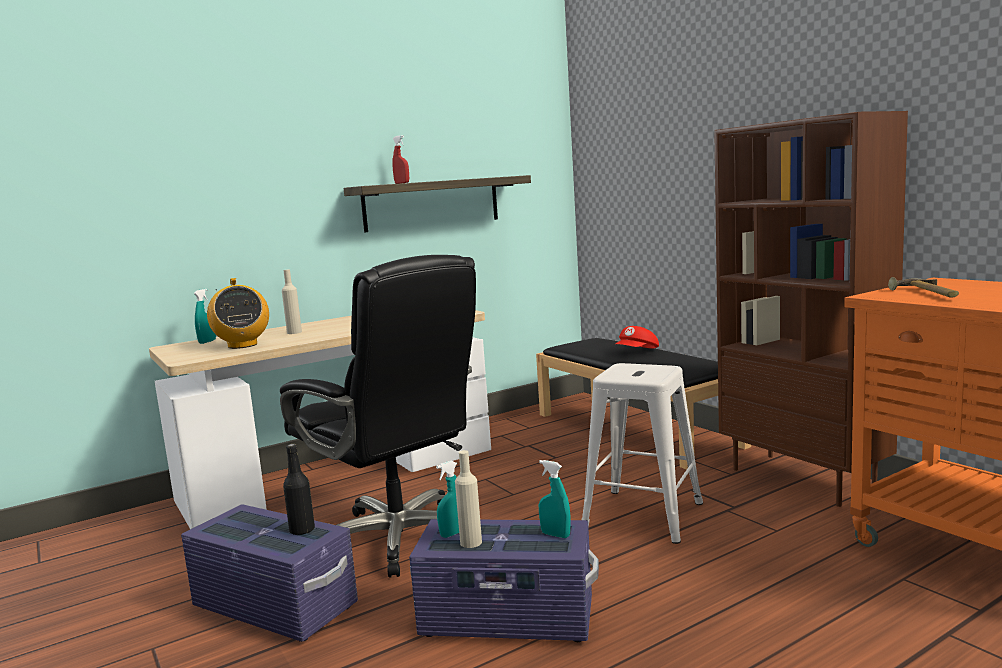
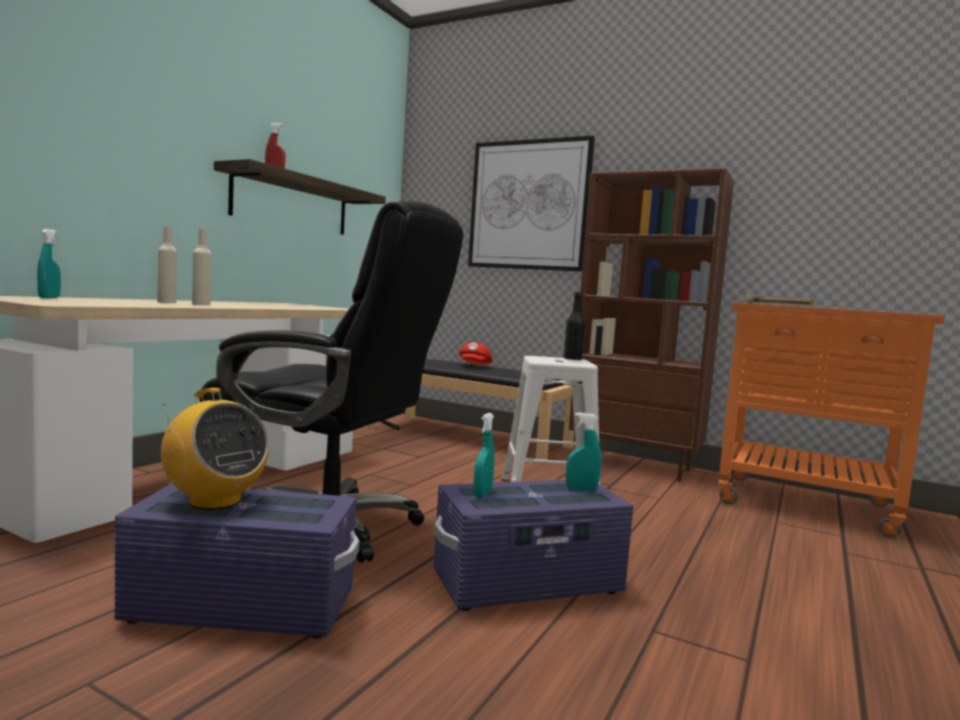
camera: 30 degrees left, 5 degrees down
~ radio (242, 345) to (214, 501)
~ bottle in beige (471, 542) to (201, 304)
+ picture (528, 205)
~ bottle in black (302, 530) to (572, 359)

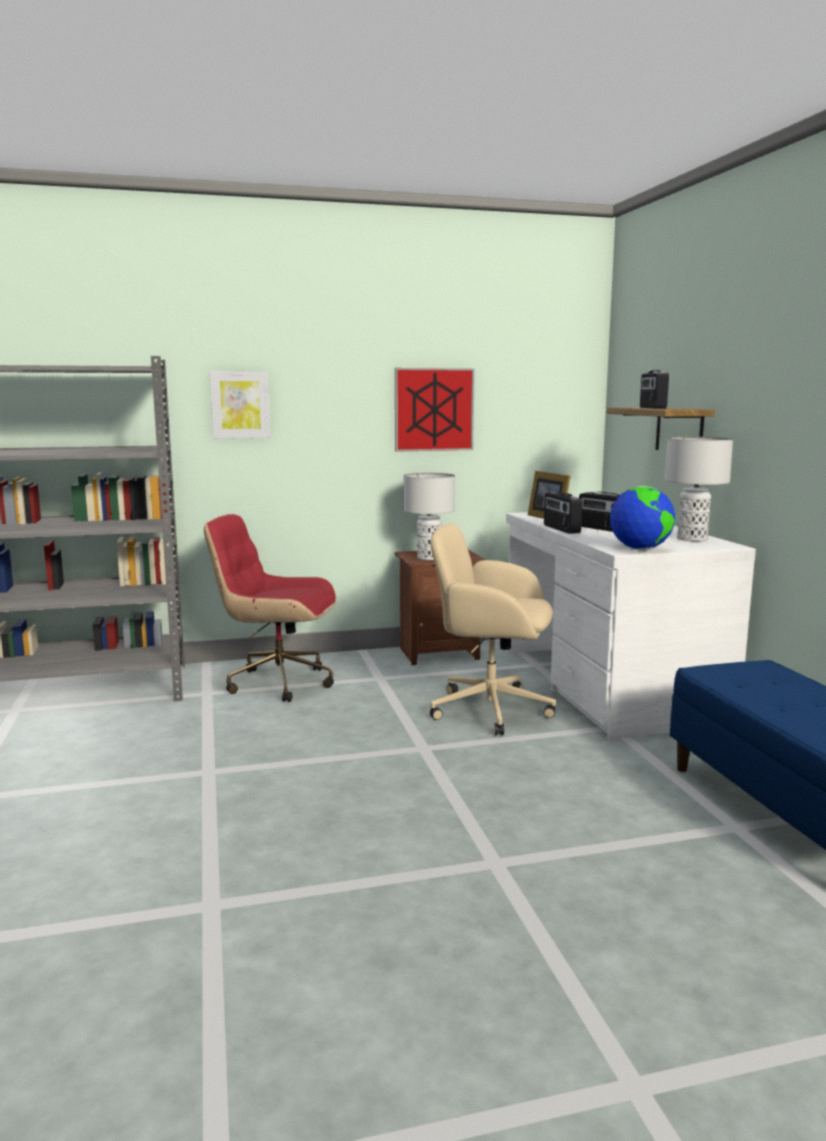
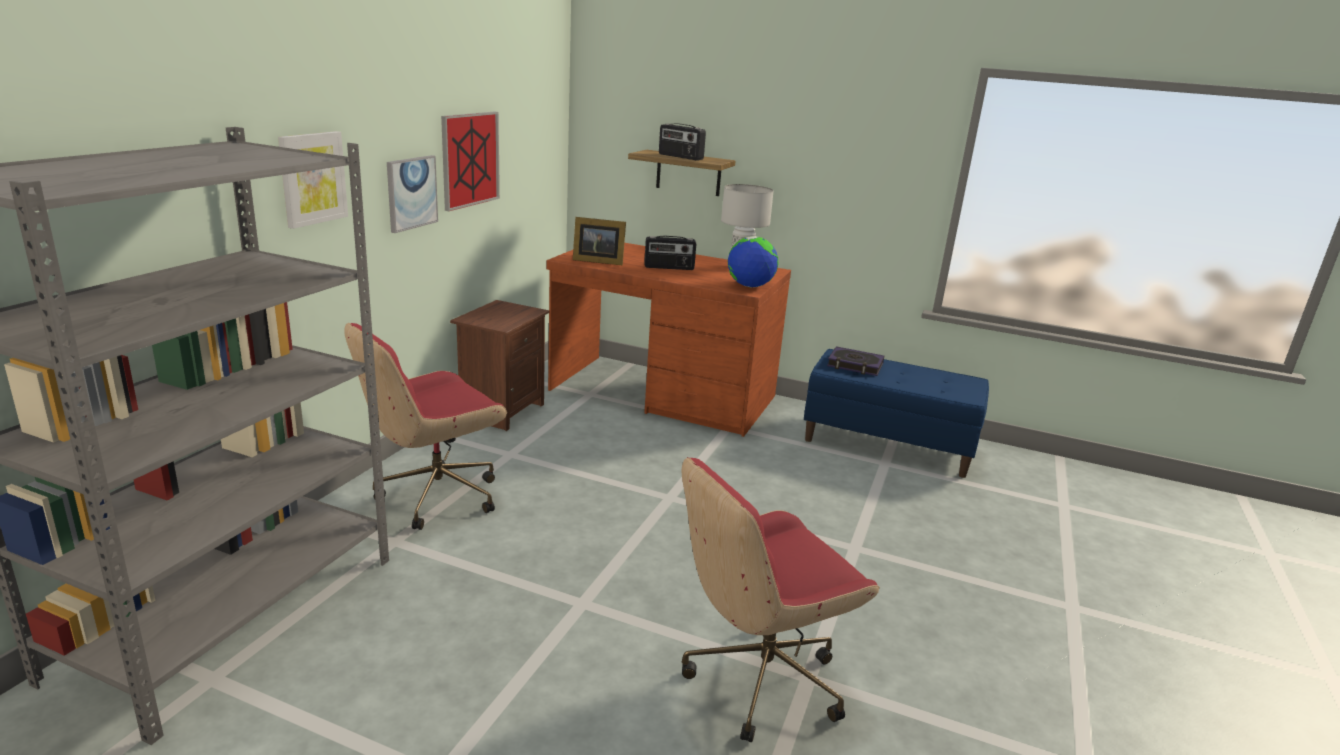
camera: 55 degrees left, 10 degrees up
+ picture (411, 193)
~ desk in white (607, 684) to desk in brown (663, 394)
+ office chair in red (759, 684)
+ book (855, 365)
- table lamp in white (428, 557)
- office chair in beige (490, 710)
- radio (561, 529)

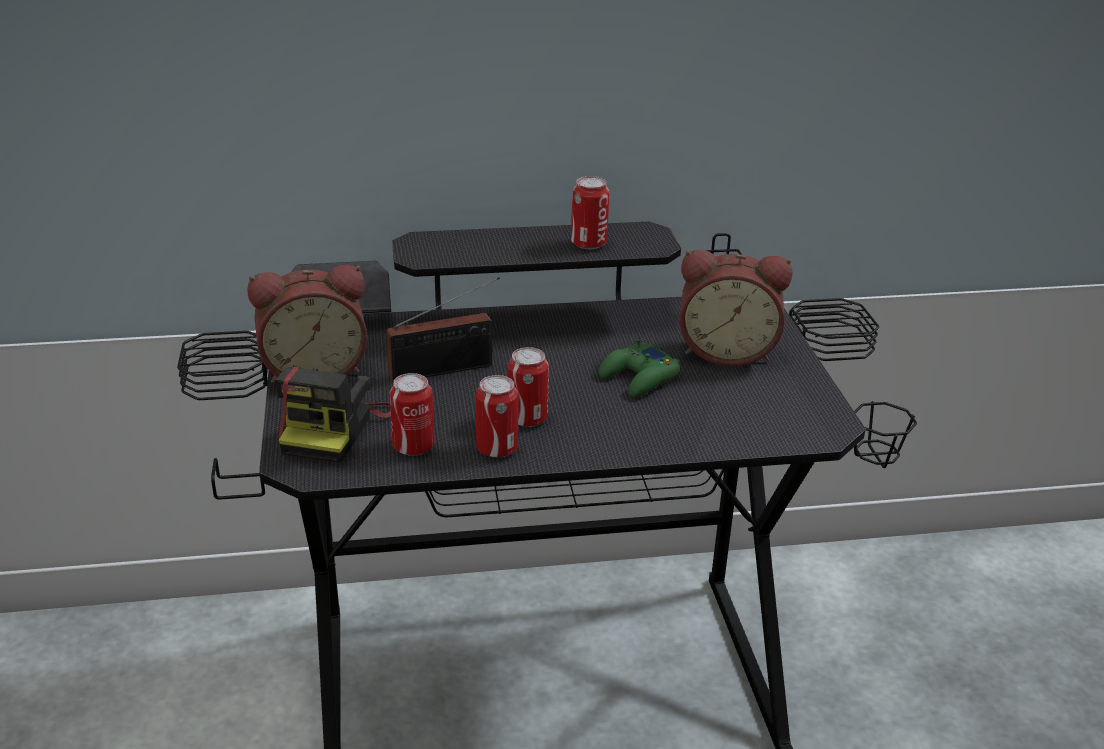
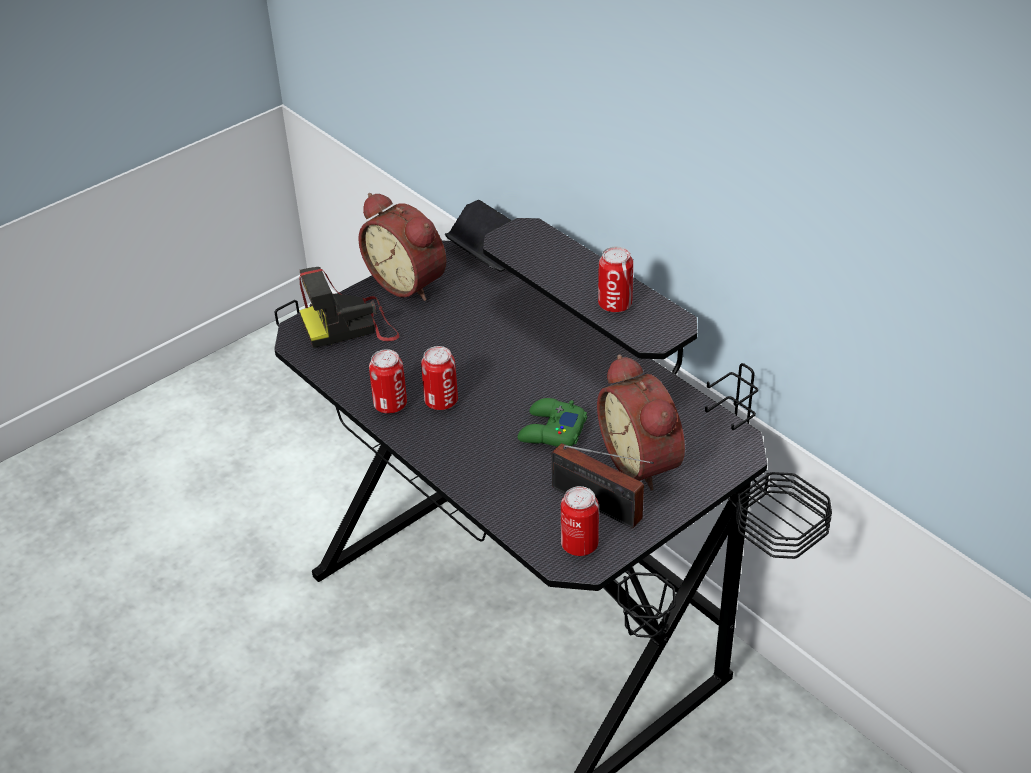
camera: 60 degrees right, 10 degrees up
~ radio (447, 369) to (601, 506)
~ can (413, 446) to (579, 544)

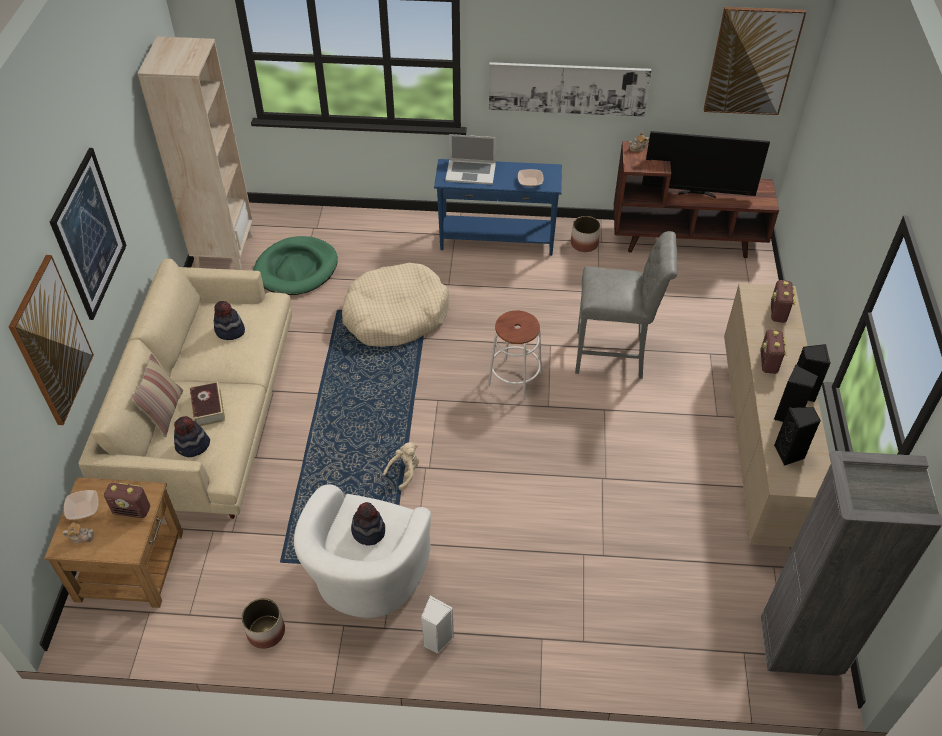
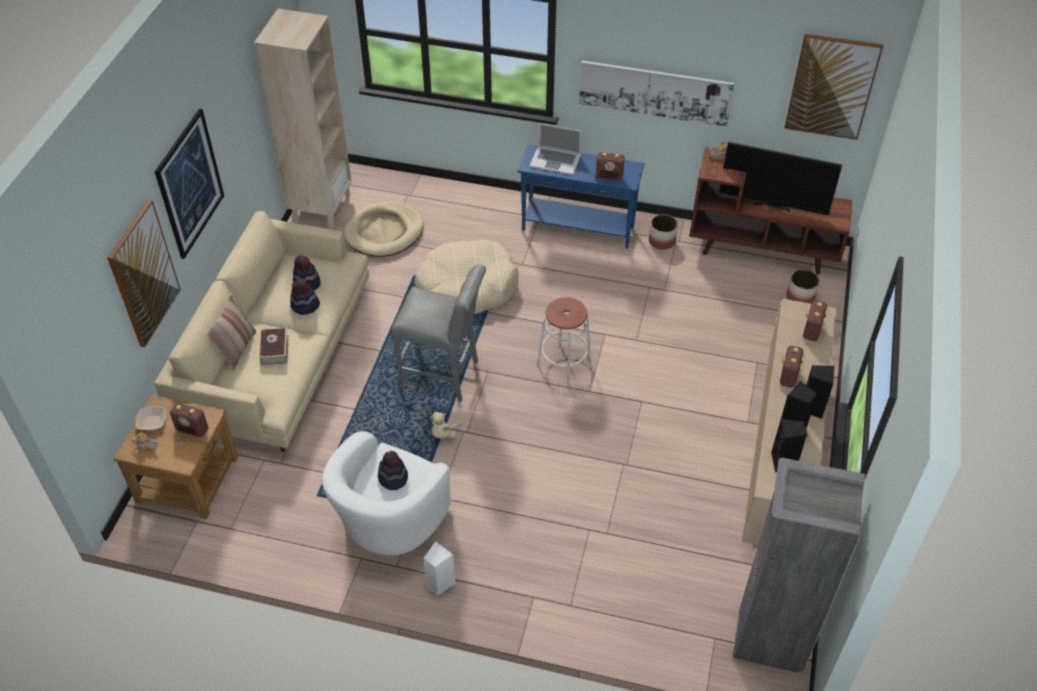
camera: 10 degrees right, 0 degrees up
~ hat (193, 446) to (305, 306)
~ dog bed in green (297, 269) to dog bed in beige (384, 232)
~ stool in grey (614, 355) to (443, 375)
~ plush toy in beige (405, 472) = (443, 432) 150 degrees clockwise
~ bowl (530, 182) to radio (609, 176)
~ planter (266, 632) to (800, 297)

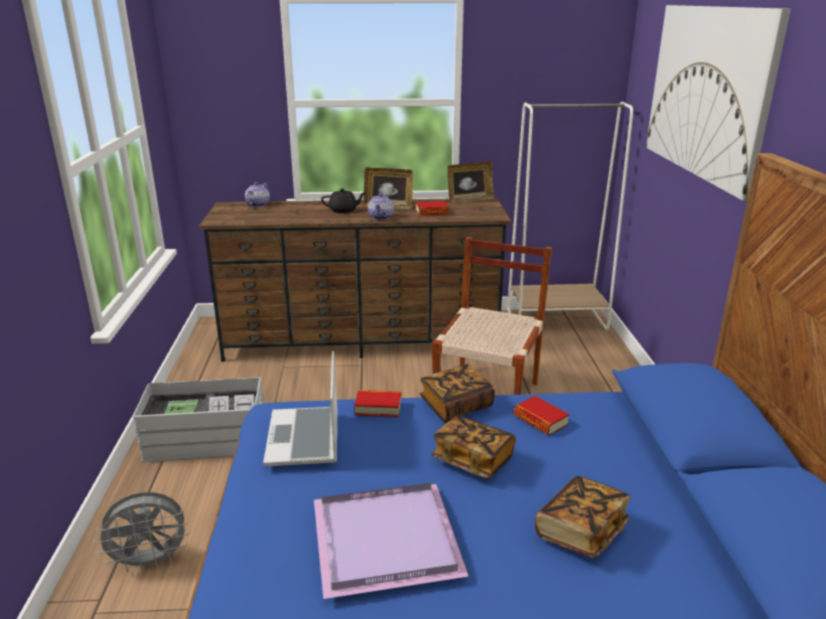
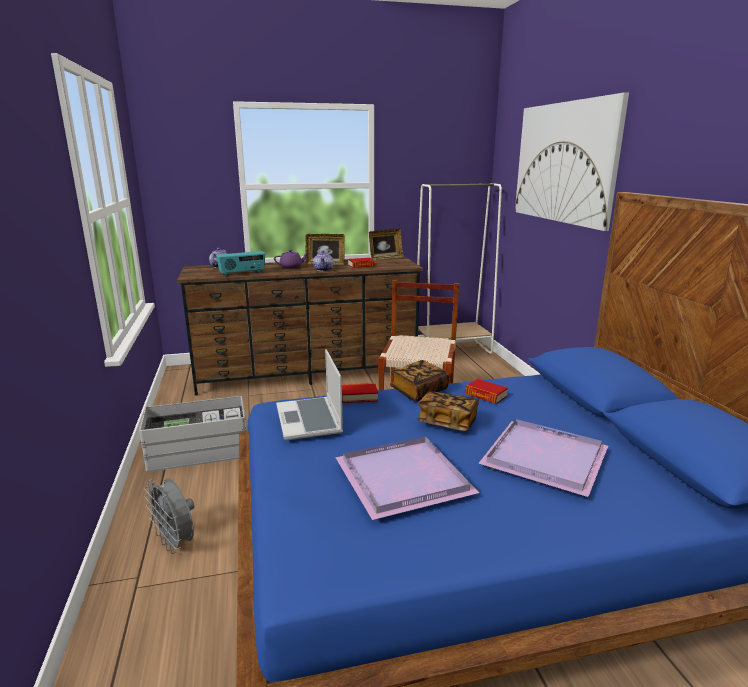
camera: 10 degrees left, 5 degrees down
~ fan in grey (151, 561) = (176, 543) 75 degrees clockwise
+ radio (242, 274)
~ teapot in black (343, 210) to teapot in purple (291, 267)
~ book (580, 531) to tray in purple (547, 458)

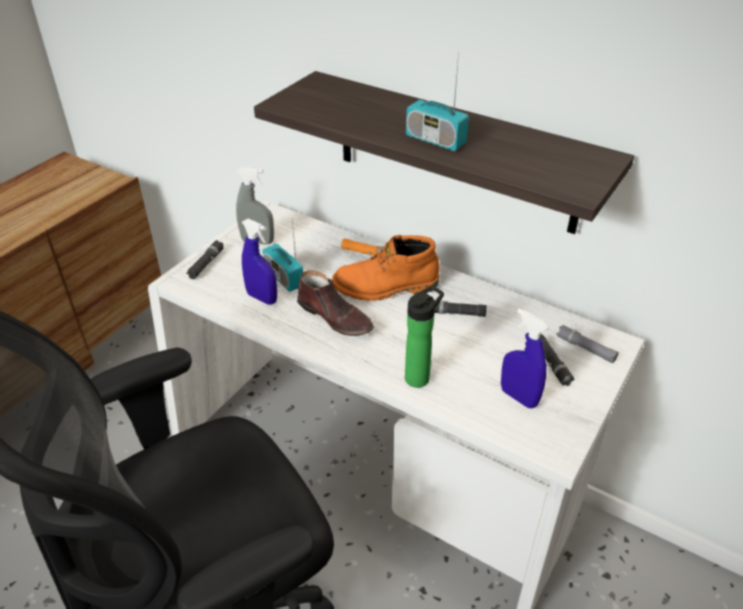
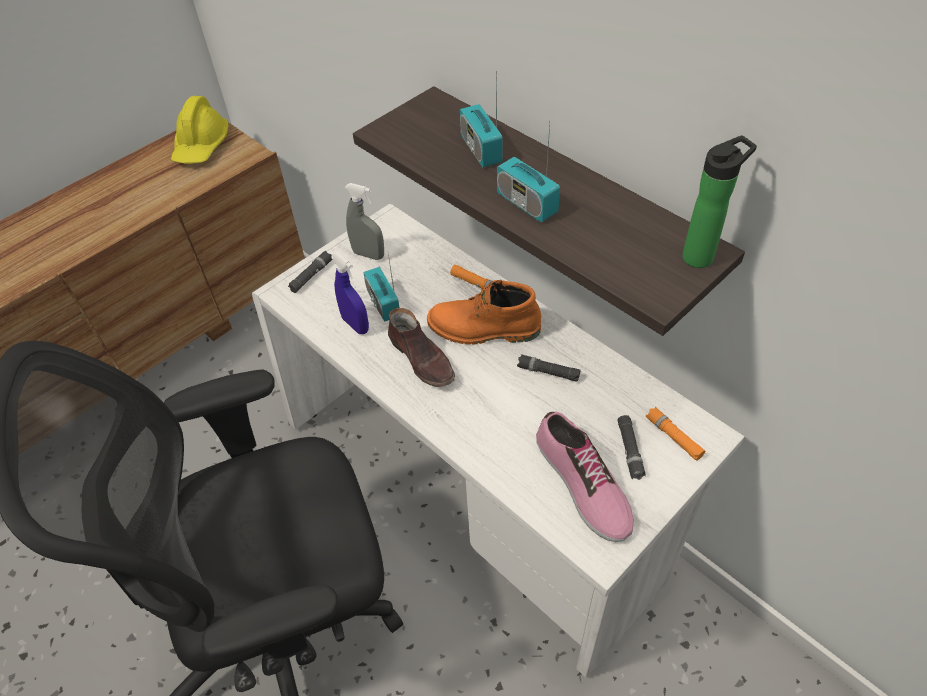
camera: 15 degrees right, 10 degrees up
+ hard hat in yellow (202, 146)
+ radio (481, 150)
~ spray bottle in blue (518, 397) to shoe (581, 484)
~ flashlight in grey (585, 348) to flashlight in orange (673, 437)
~ bottle (420, 377) to (701, 256)

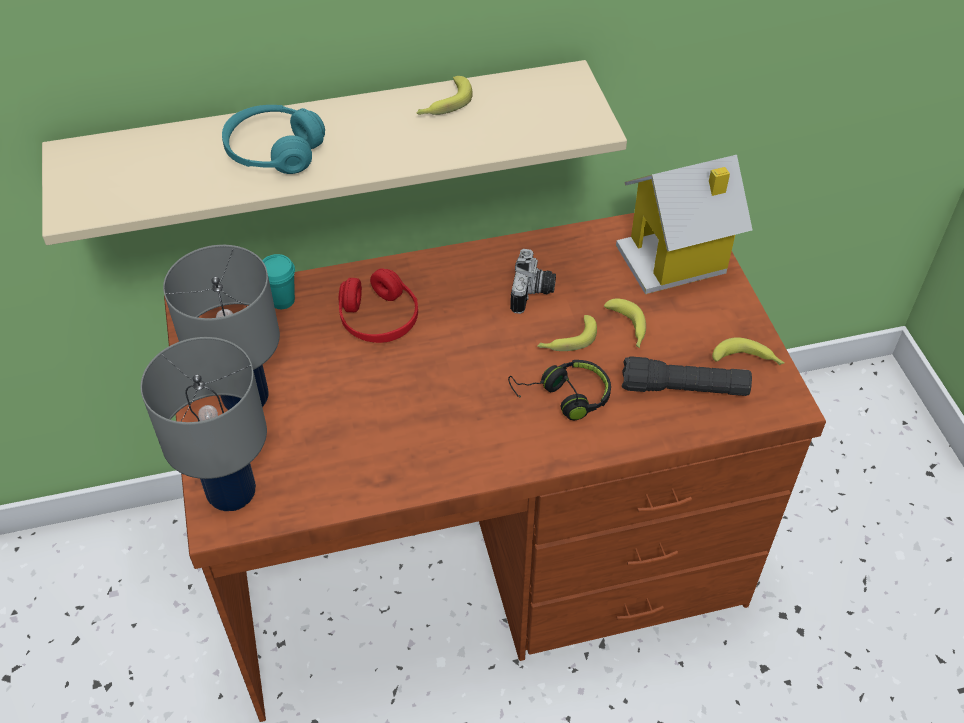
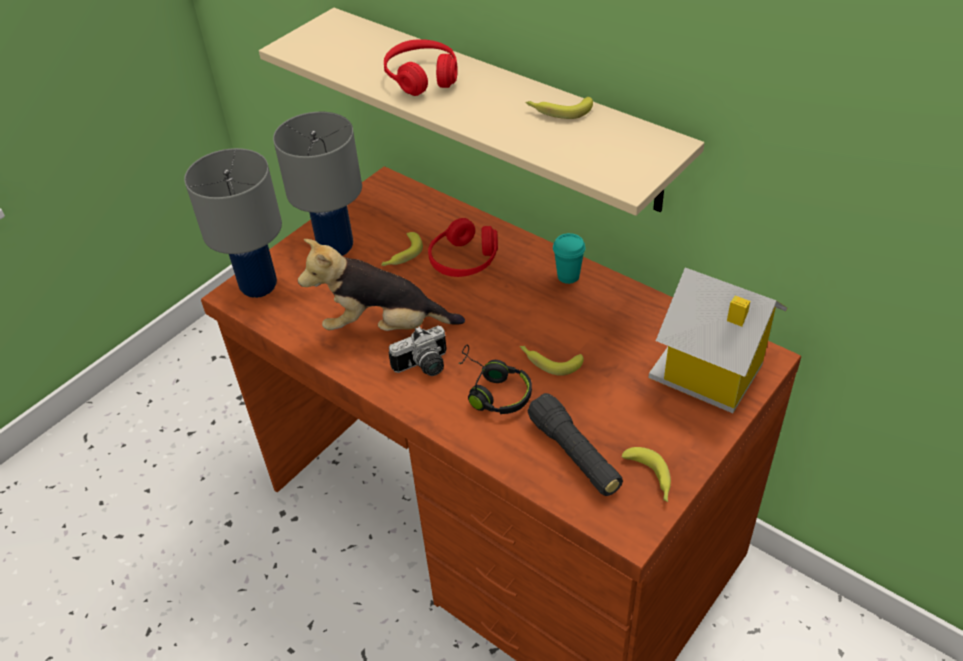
camera: 55 degrees right, 5 degrees down
+ plush toy (384, 327)
~ banana (627, 328) to (401, 255)
~ headphones in turquoise (274, 152) to headphones in red (422, 78)
~ photo camera (533, 293) to (424, 367)
~ cup in turquoise (282, 300) to (568, 276)

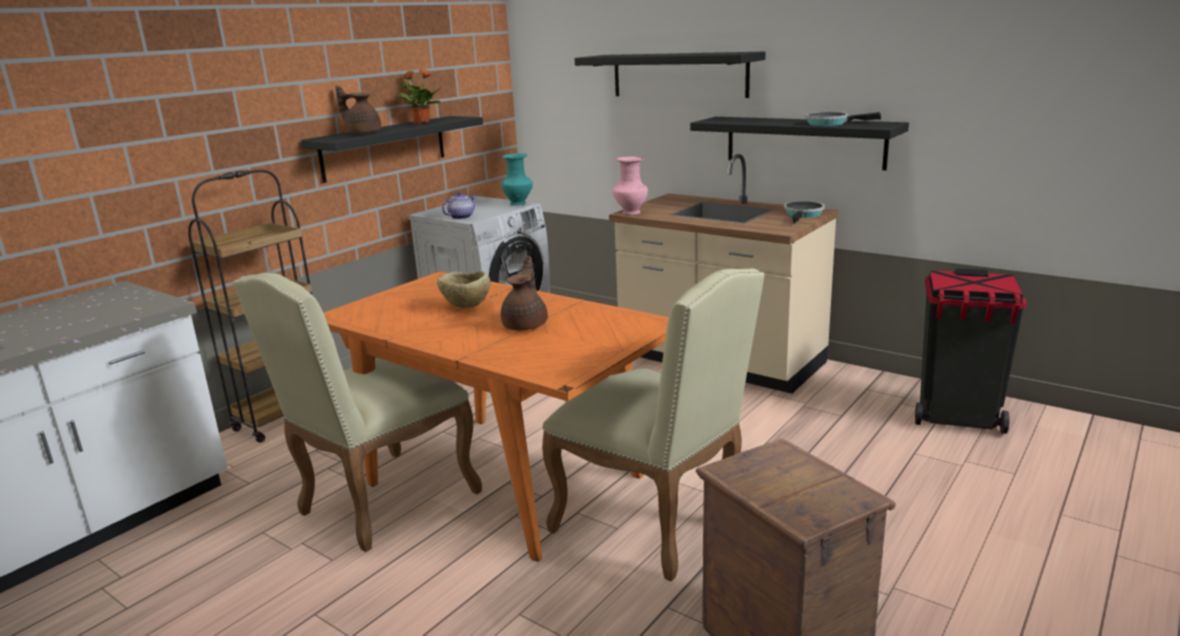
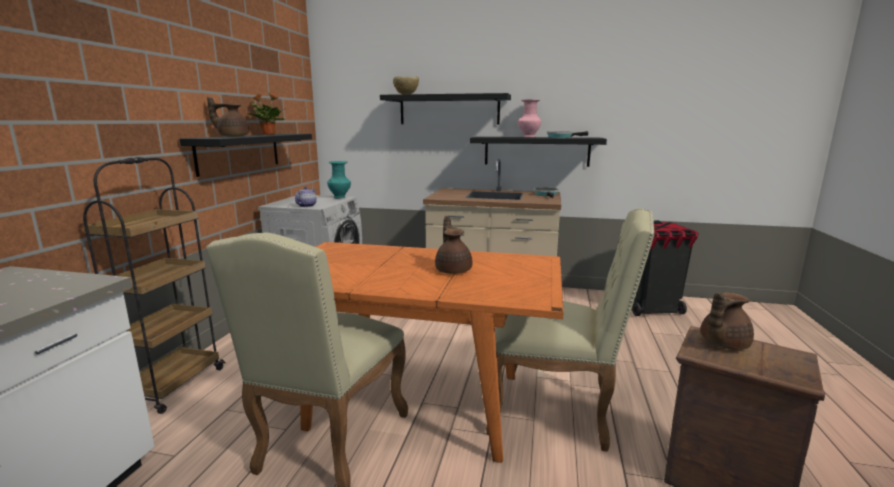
camera: 25 degrees left, 5 degrees down
~ bowl in beige (466, 307) to (406, 94)
~ vase in pink (630, 213) to (528, 137)
+ teapot in brown (722, 344)

